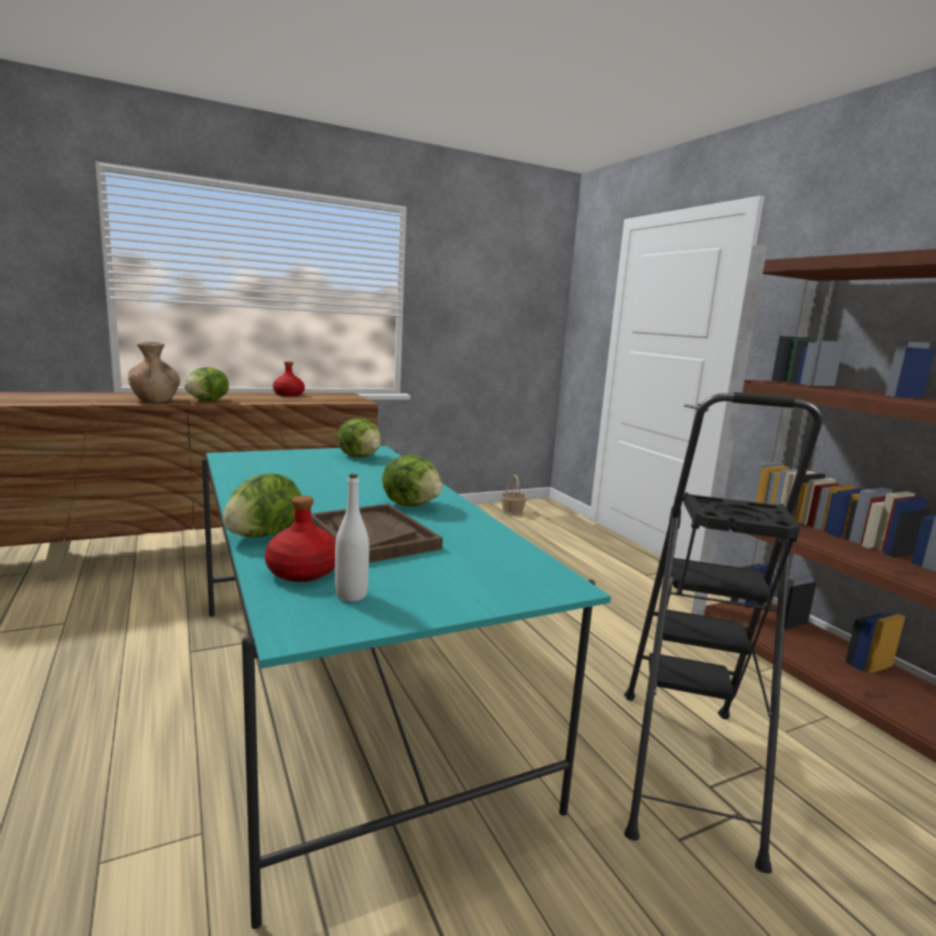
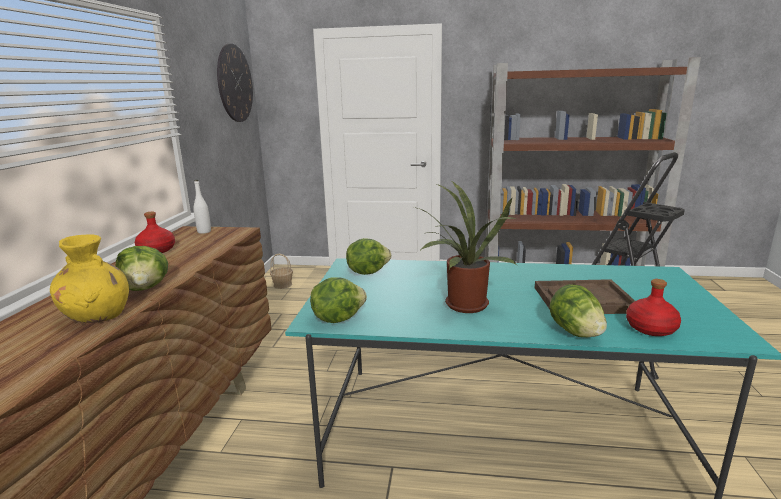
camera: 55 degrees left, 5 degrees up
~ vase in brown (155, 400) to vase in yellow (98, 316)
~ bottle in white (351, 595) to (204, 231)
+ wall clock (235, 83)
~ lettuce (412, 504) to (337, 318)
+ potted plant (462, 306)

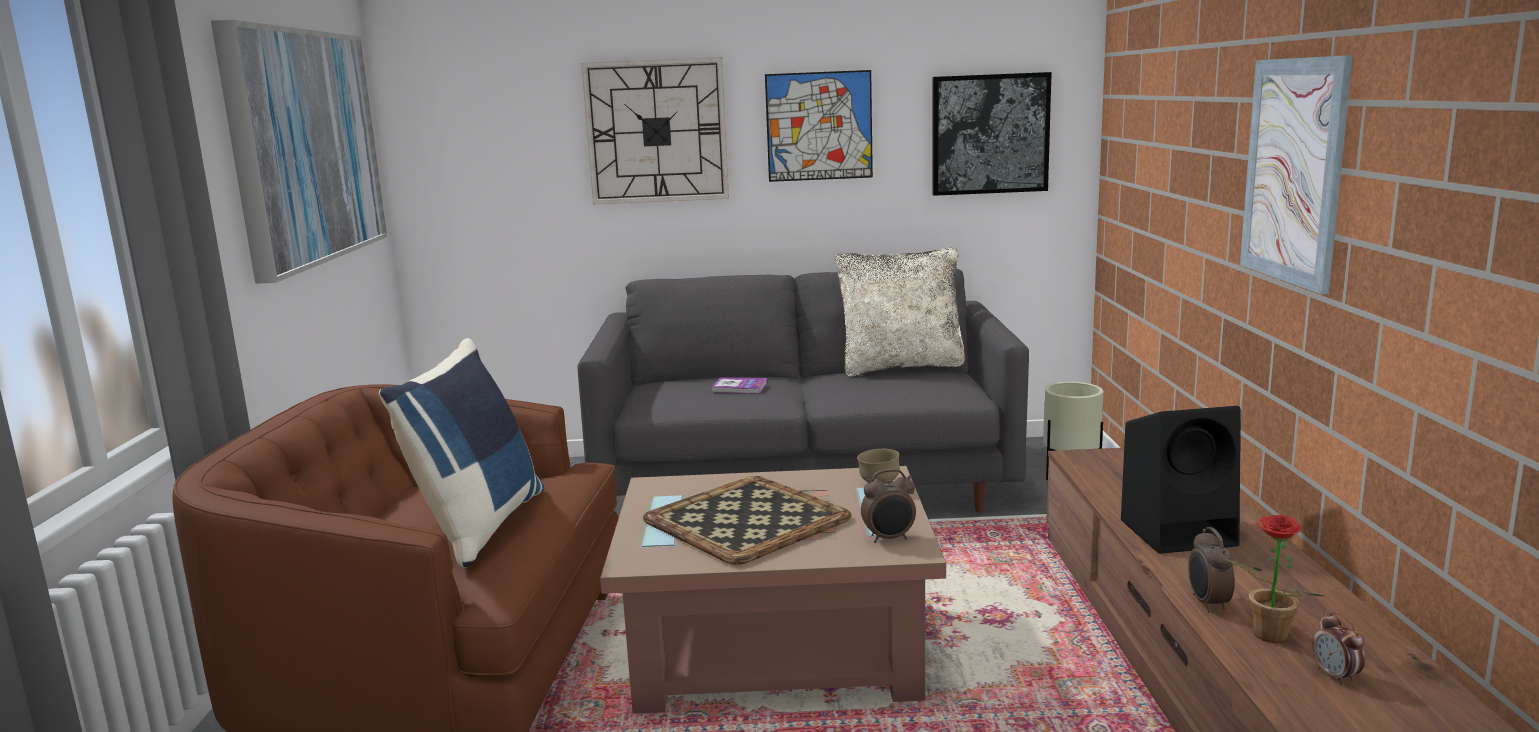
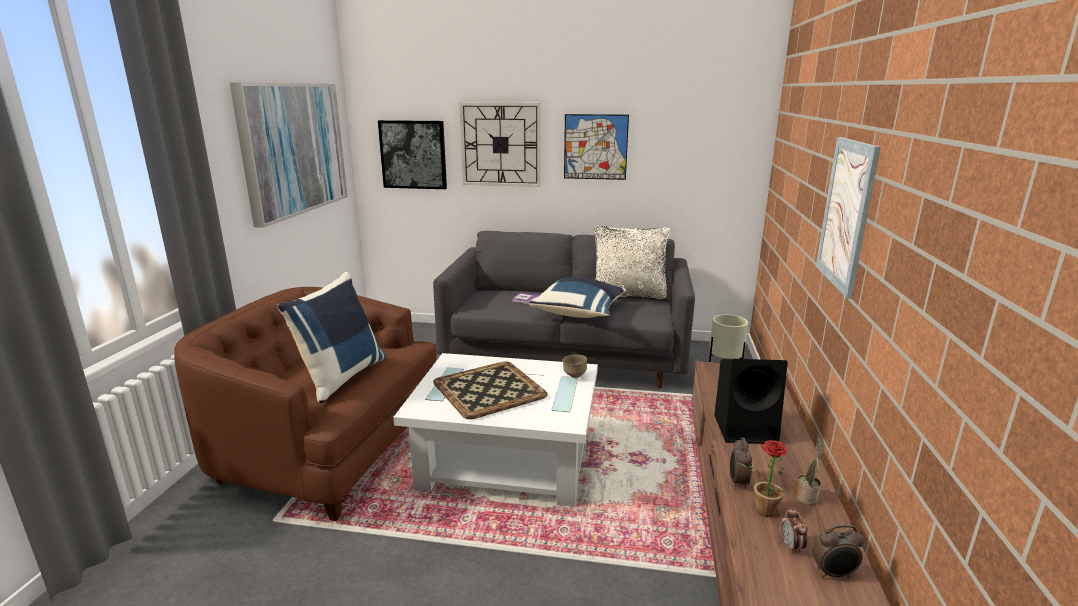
camera: 10 degrees right, 5 degrees up
~ picture (989, 134) to (413, 154)
~ coffee table in brown (777, 652) to coffee table in white (506, 462)
+ pillow in blue (579, 312)
+ potted plant (806, 496)
~ alarm clock (889, 539) to (833, 574)

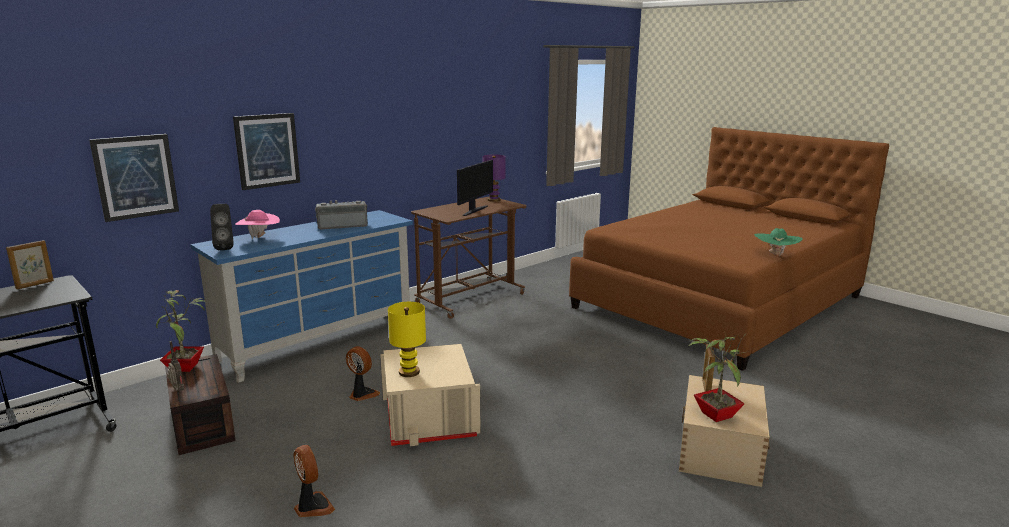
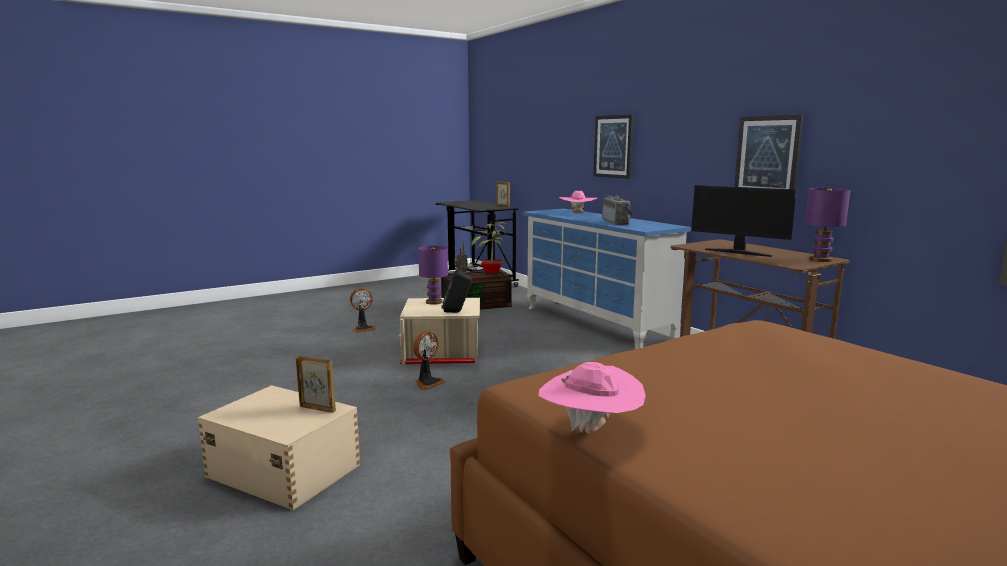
camera: 100 degrees right, 5 degrees down
~ fan (362, 394) to (428, 383)
~ table lamp in yellow (408, 372) to table lamp in purple (434, 302)
~ speaker in black (225, 248) to (457, 312)
~ hat in green (775, 254) to hat in pink (590, 431)
~ picture (136, 176) to (767, 156)
- potted plant (715, 414)

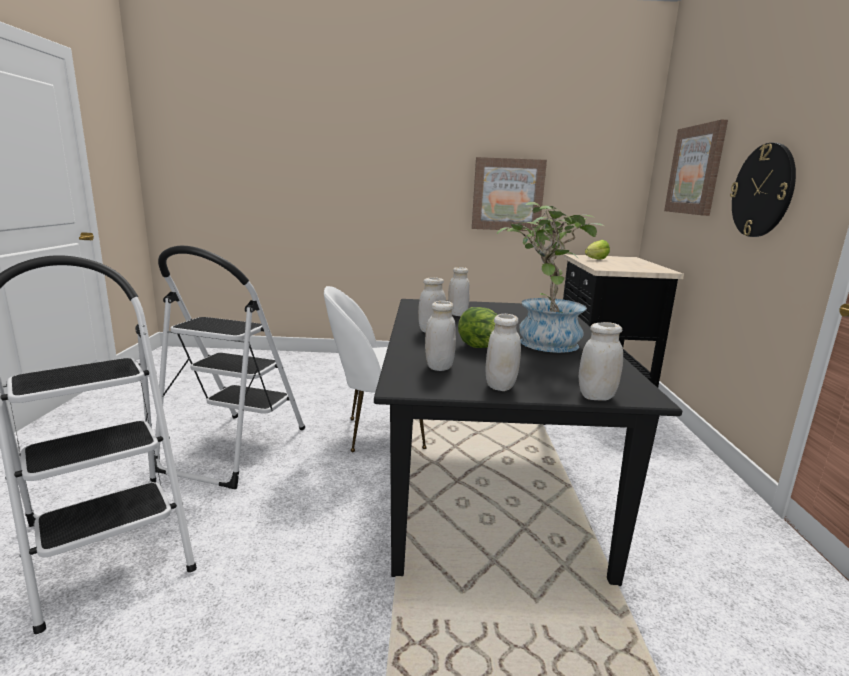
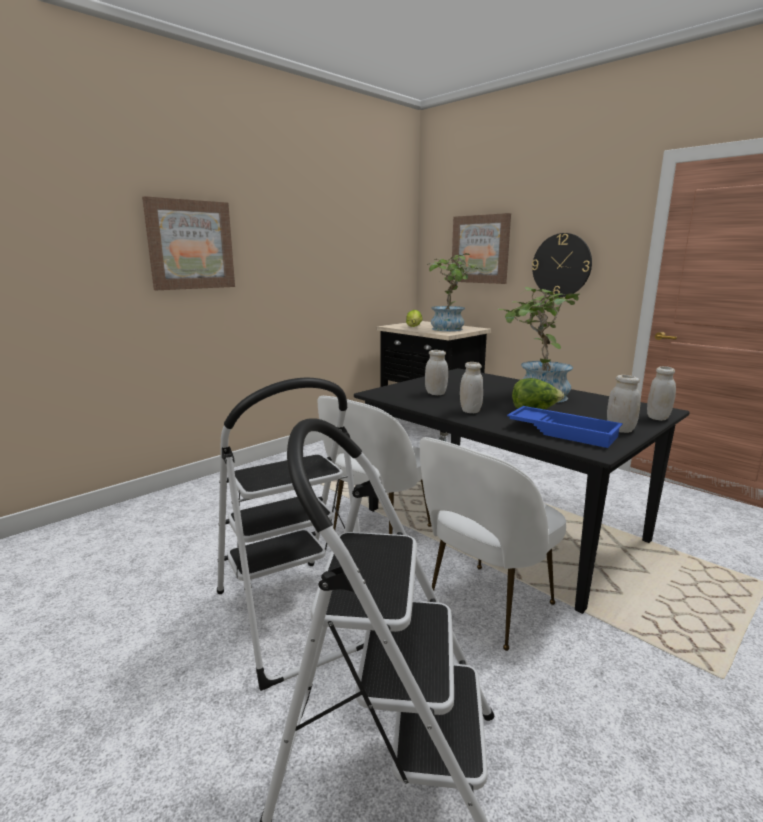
camera: 45 degrees left, 0 degrees up
~ picture (507, 194) to (190, 245)
+ chair in white (484, 609)
+ potted plant (450, 329)
~ jar in white (439, 367) to tray in blue (563, 432)

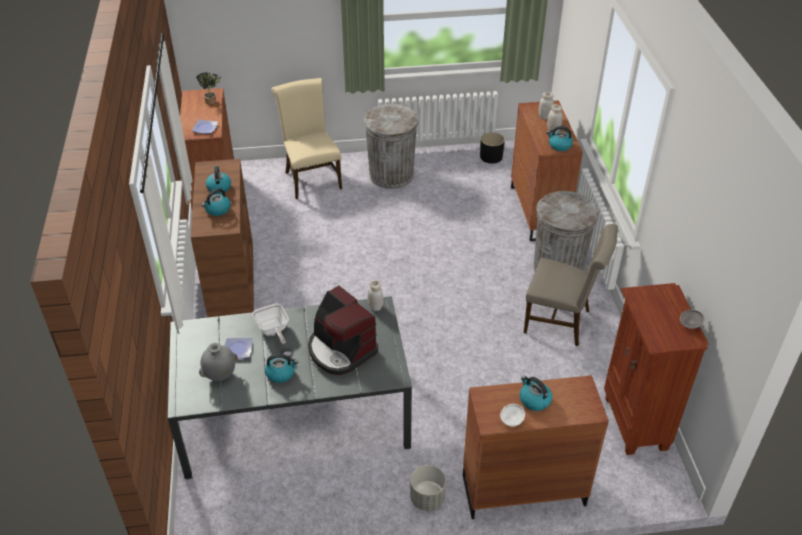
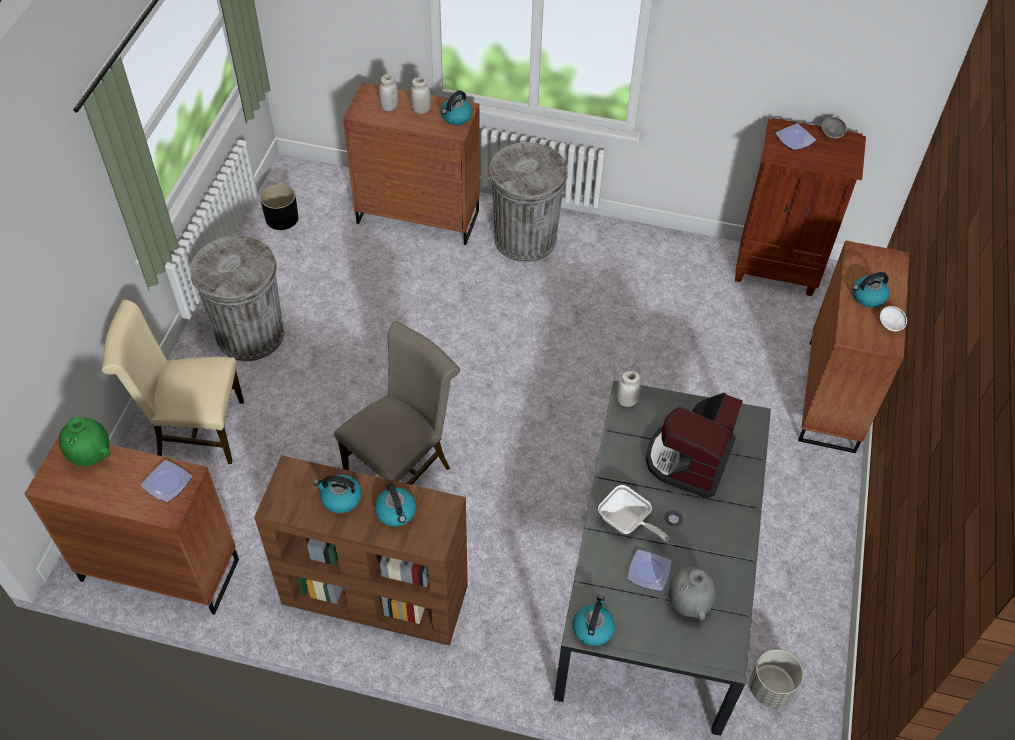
camera: 70 degrees left, 10 degrees up
~ potted plant (212, 101) to vase in green (91, 456)
~ chair in beige (561, 322) to (402, 465)
~ kettle (281, 373) to (593, 628)
~ frying pan (273, 330) = (627, 523) 45 degrees clockwise
~ coffee machine (341, 350) = (689, 459) 135 degrees clockwise
~ planter in grey (427, 498) to (770, 688)
+ plate (794, 139)

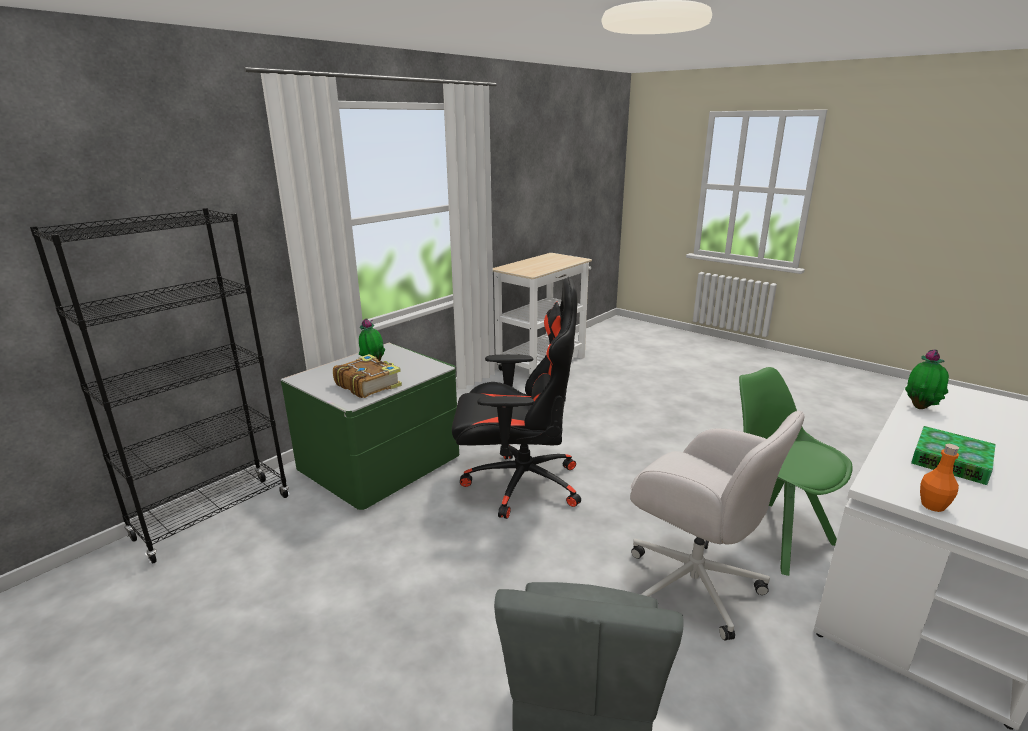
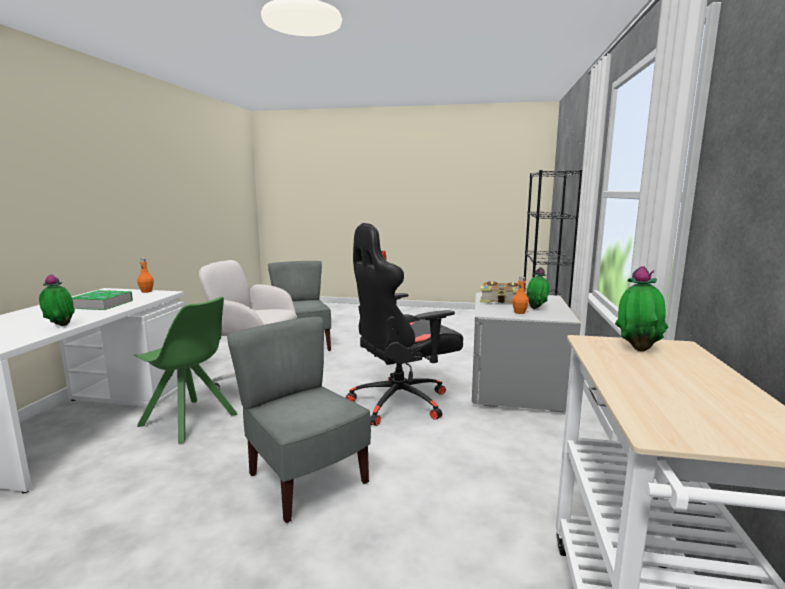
camera: 150 degrees right, 10 degrees down
+ chair in grey (305, 480)
~ nightstand in green (381, 465) to nightstand in grey (516, 388)
+ bottle in orange (519, 312)
+ potted plant (638, 349)

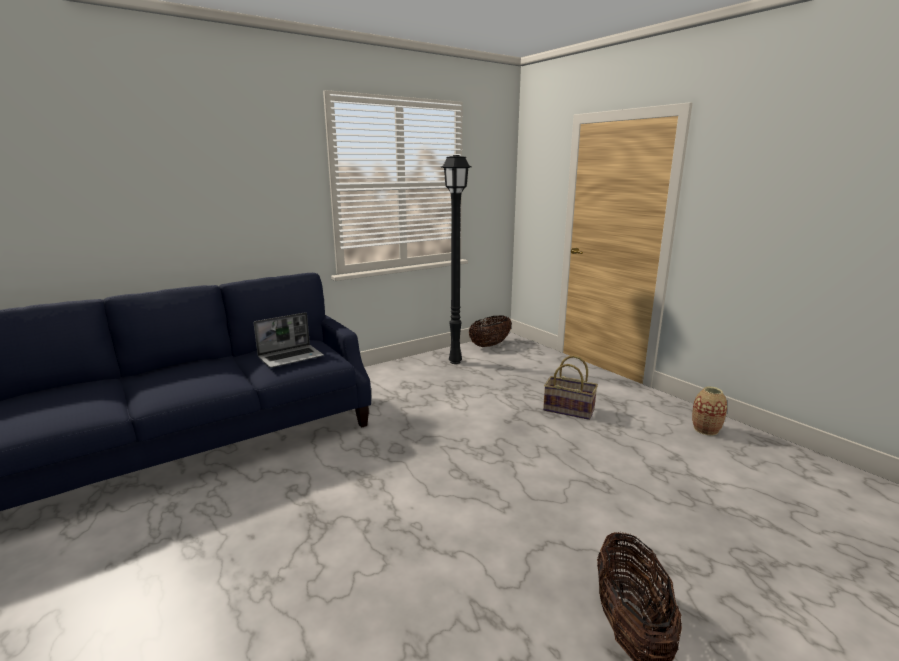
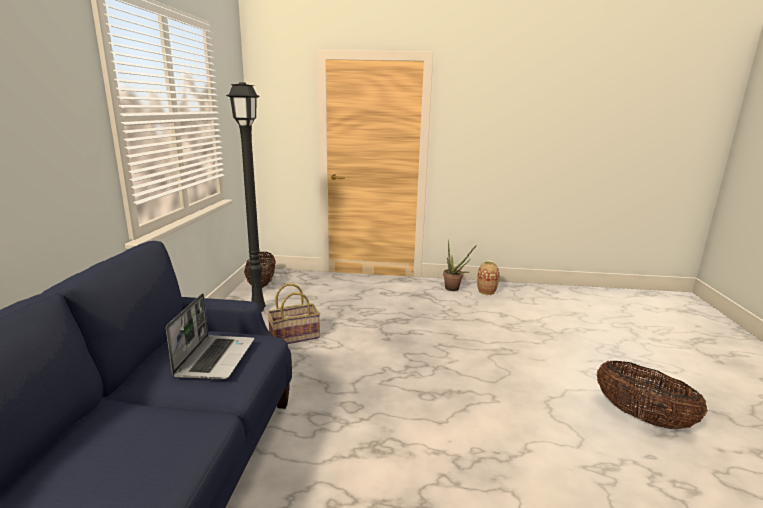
camera: 50 degrees left, 0 degrees up
~ basket (569, 409) to (294, 336)
+ potted plant (454, 289)

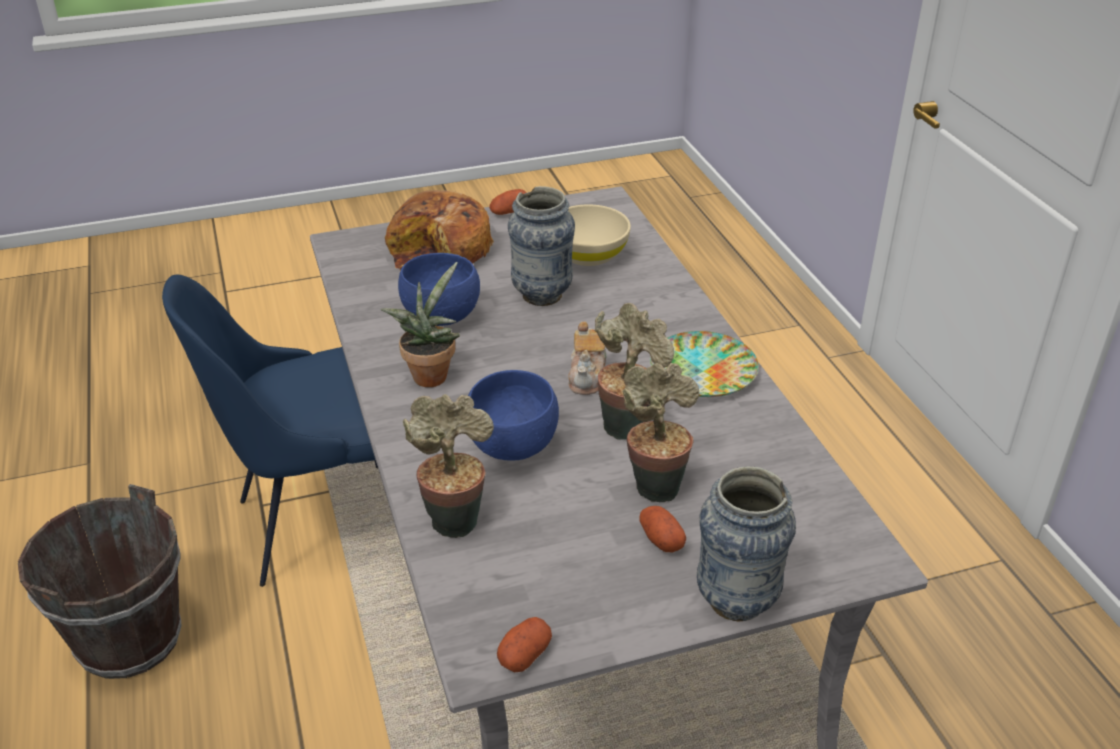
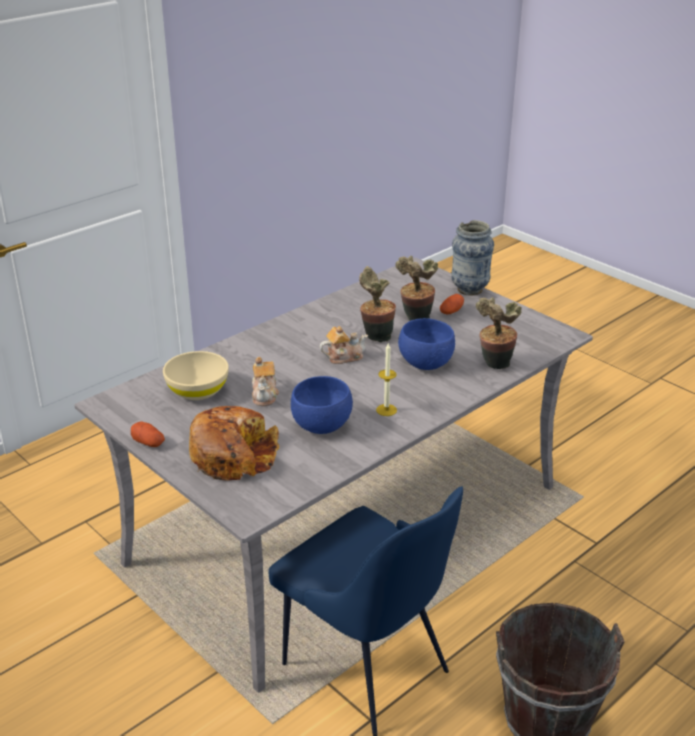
camera: 115 degrees left, 5 degrees down
~ vase (541, 295) to teapot (265, 395)
~ potted plant (430, 374) to candle (386, 410)
- potato (524, 654)
- plate (702, 371)

